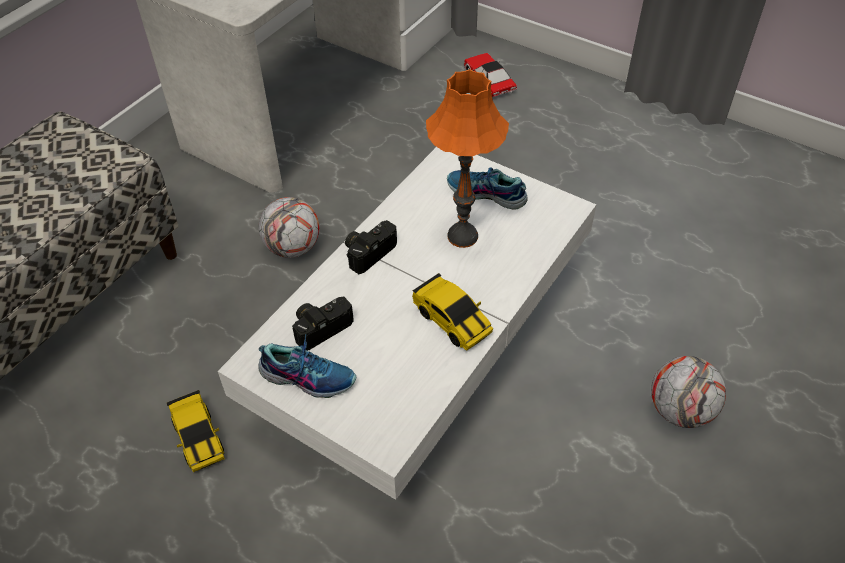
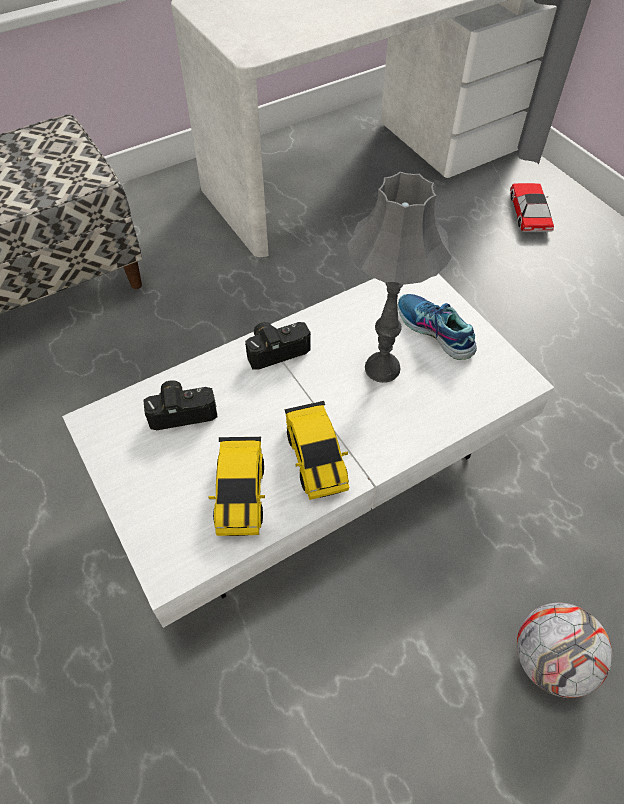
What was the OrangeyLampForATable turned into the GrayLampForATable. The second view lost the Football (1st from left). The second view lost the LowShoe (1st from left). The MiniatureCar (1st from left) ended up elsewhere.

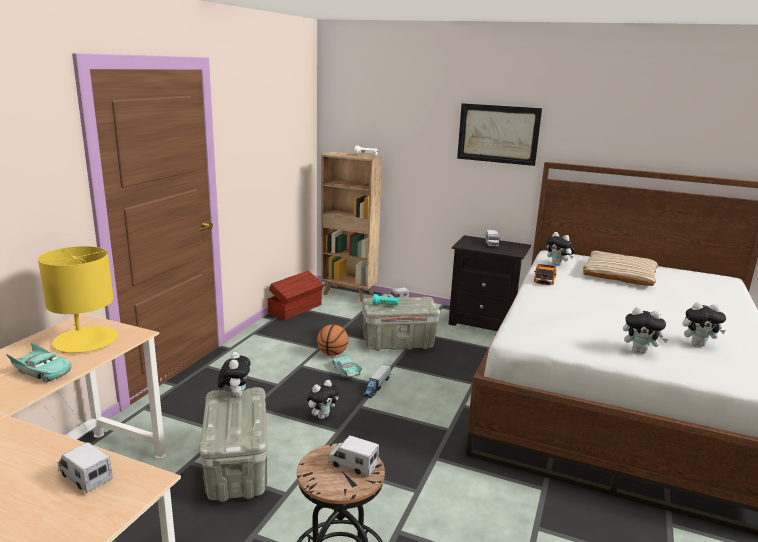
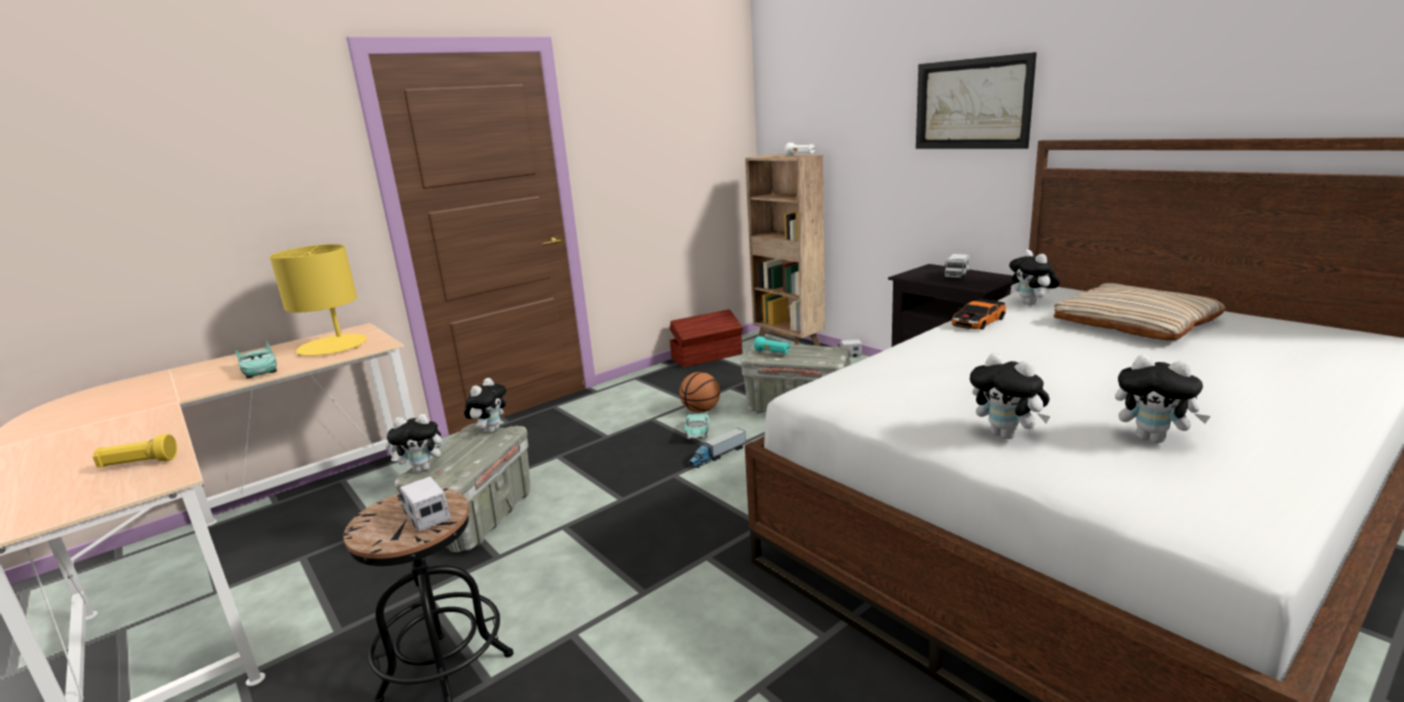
The PlushToy (2nd from left in the first image) ended up elsewhere. Where the ToyLorry (1st from left) stood, the YellowishFlashlight came to stand.

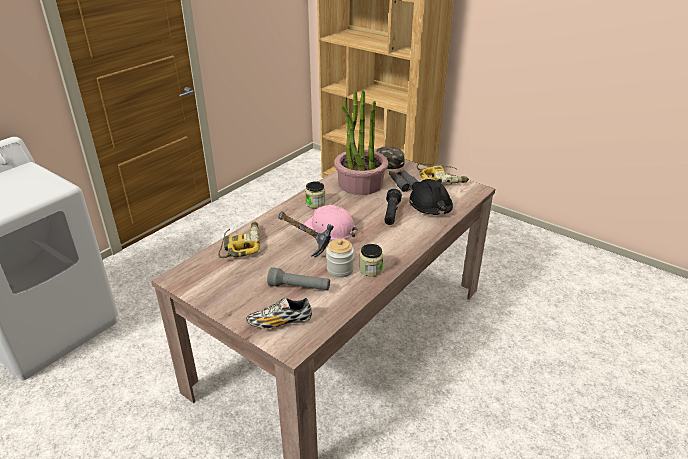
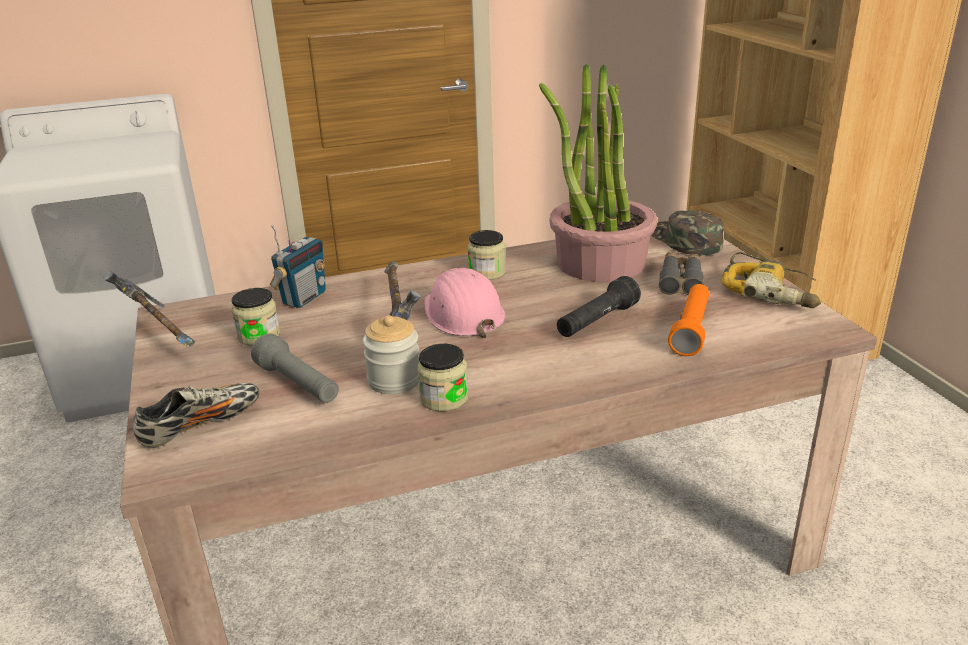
Where the BlackWorkHelmet stood, the OrangeyFlashlight came to stand. Where the ElectricDrill (1st from left) stood, the RadioSet came to stand. The LowShoe ended up facing another way, 120 degrees clockwise from before. The second view gained the HandHammer (1st from left). The second view gained the StorageJar (1st from left).

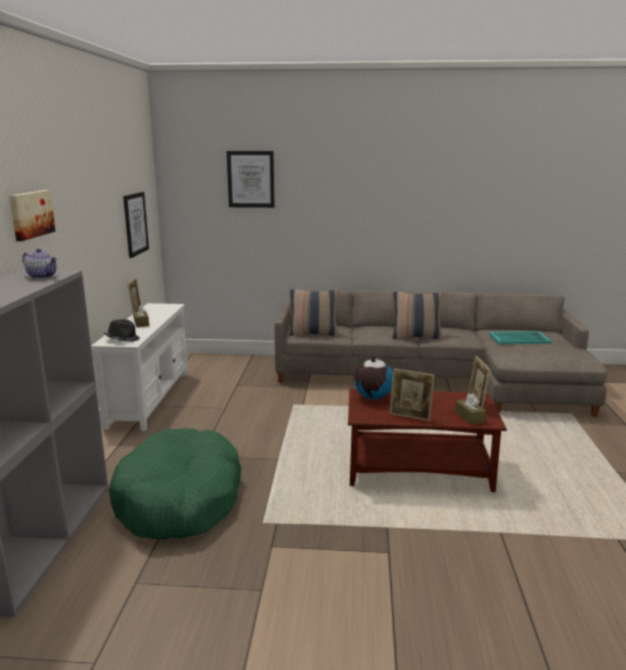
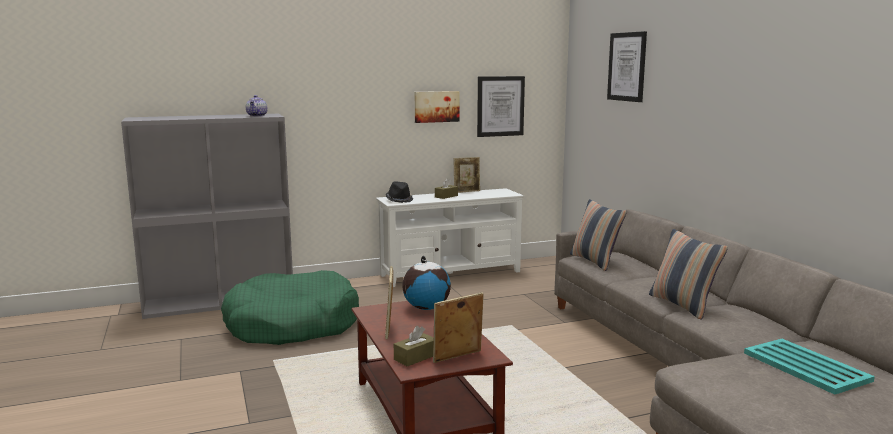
The Picture (1st from left) ended up elsewhere.

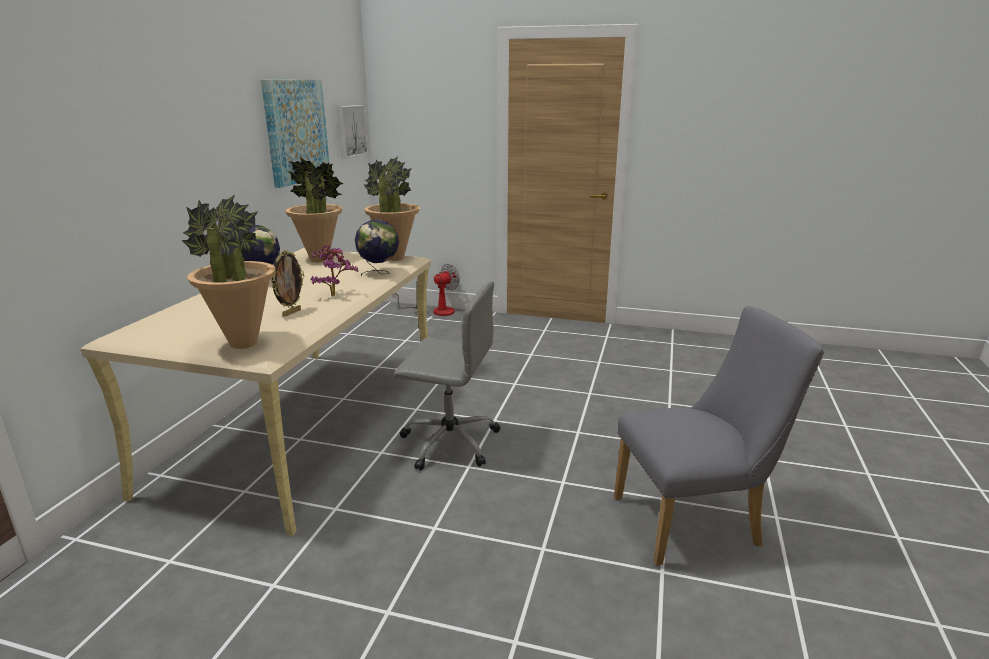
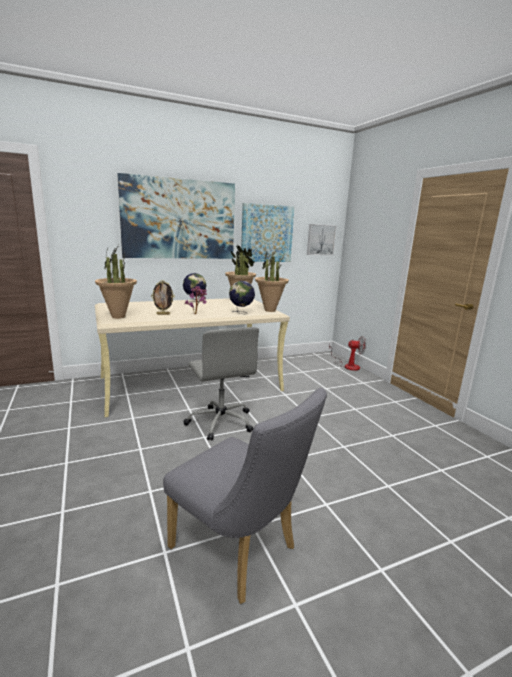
The second view gained the Picture (1st from left).

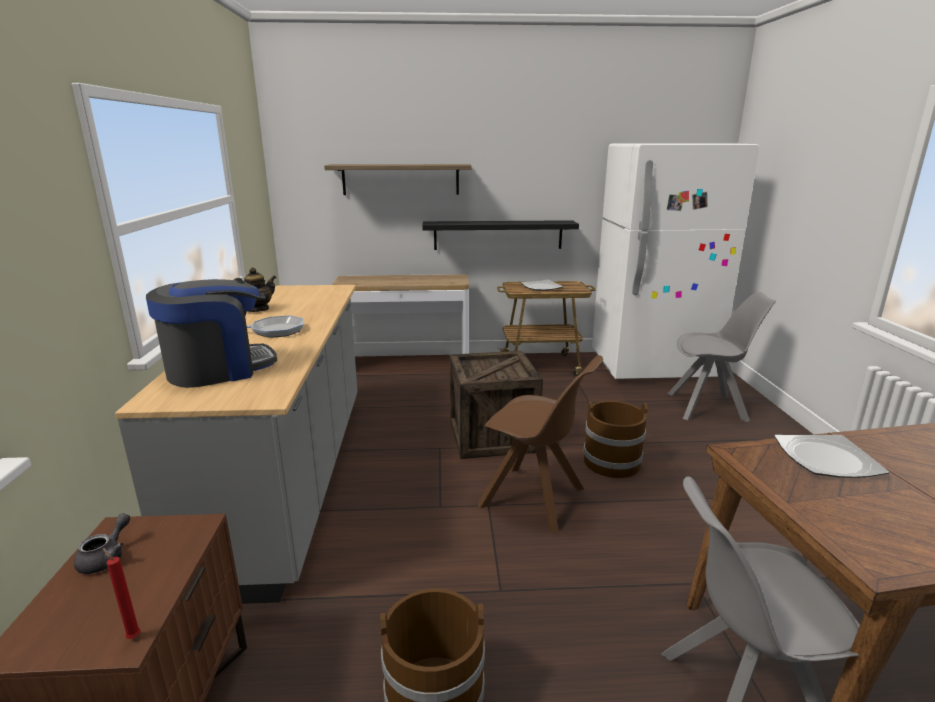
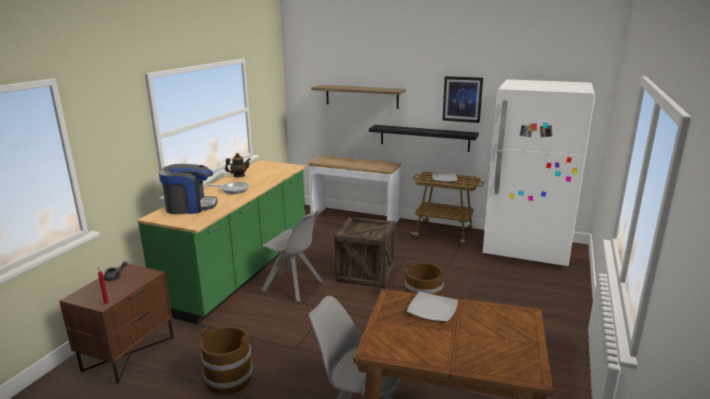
What was the GrayKitchenBaseUnit turned into the GreenishKitchenBaseUnit. The GrayChair (1st from left) ended up elsewhere. The second view lost the BrownishChair. The second view gained the Picture.

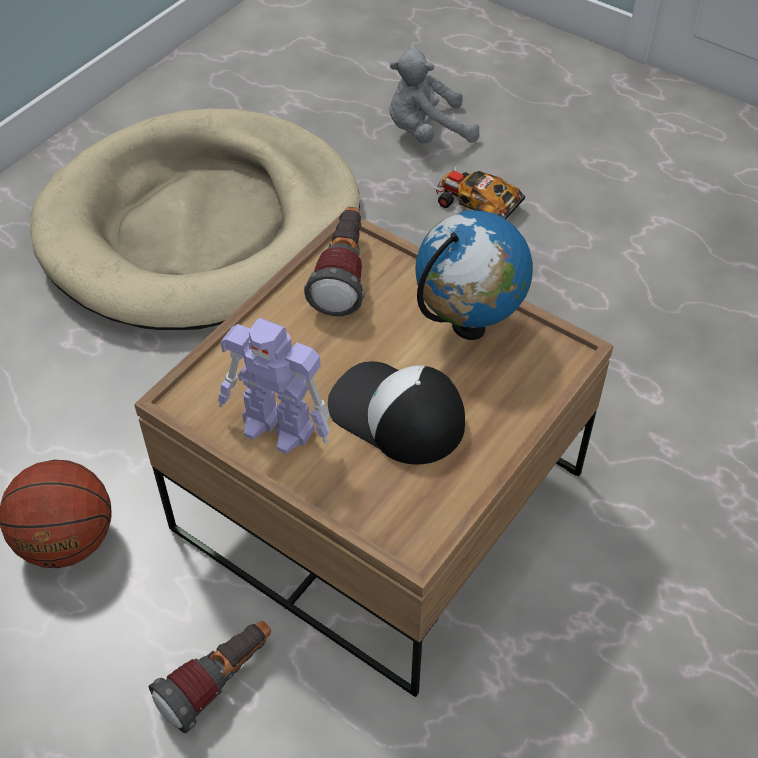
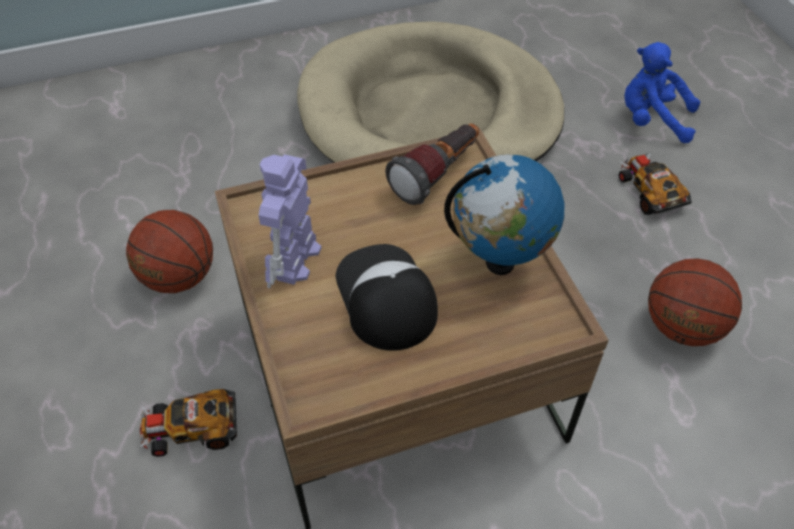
What was the GrayPlushToy turned into the BluePlushToy. The ModelRobot ended up facing another way, 45 degrees clockwise from before. Where the Flashlight (1st from left) stood, the MiniatureCar (1st from left) came to stand. The second view gained the BasketballBall (2nd from left).

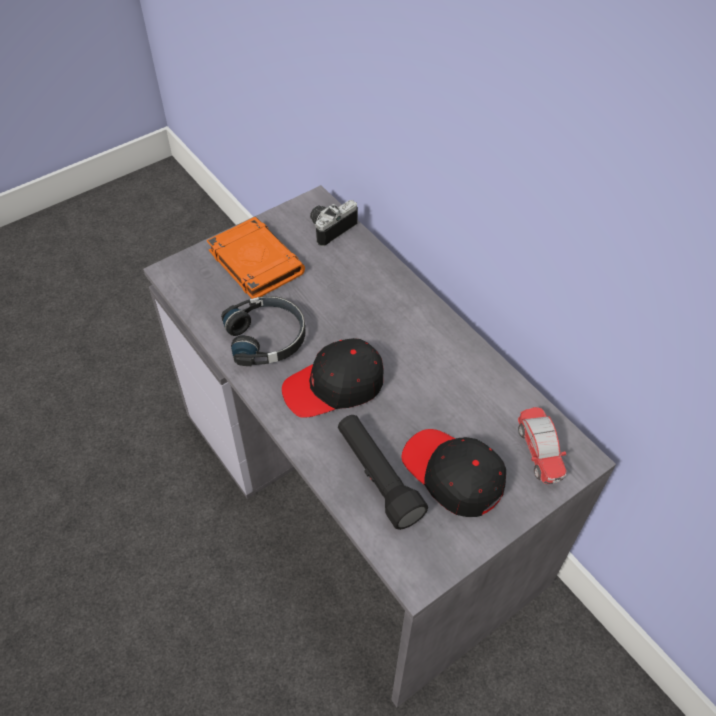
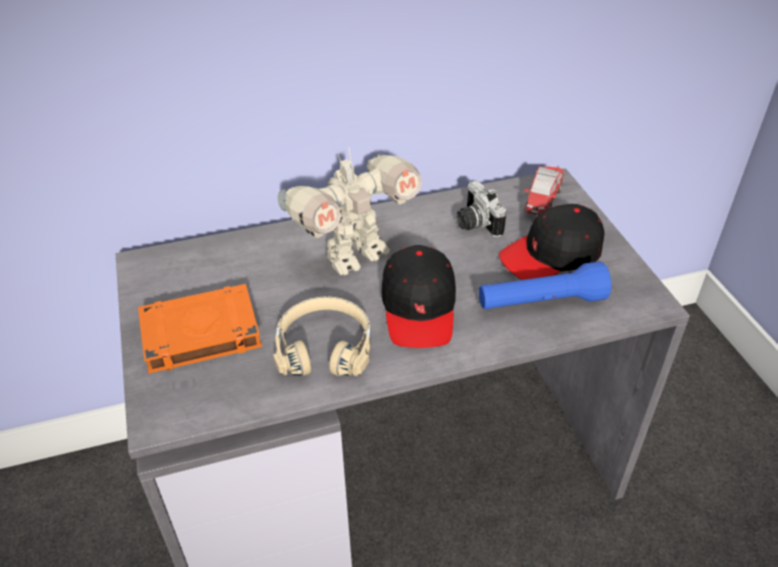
The PhotoCamera ended up elsewhere. What was the BlackHeadset turned into the BeigeColouredHeadset. The MiniatureCar ended up facing another way, 105 degrees clockwise from before. What was the BlackFlashlight turned into the BlueFlashlight. The second view gained the ModelRobot.

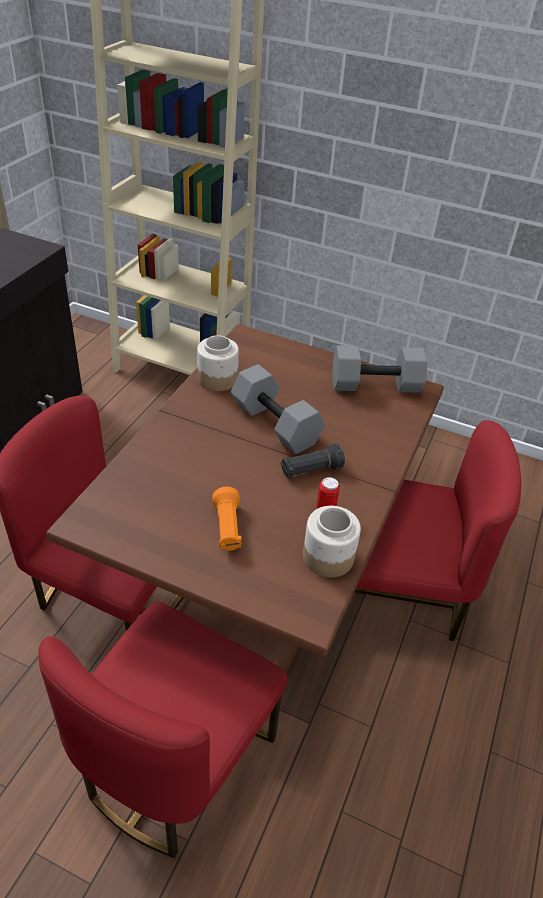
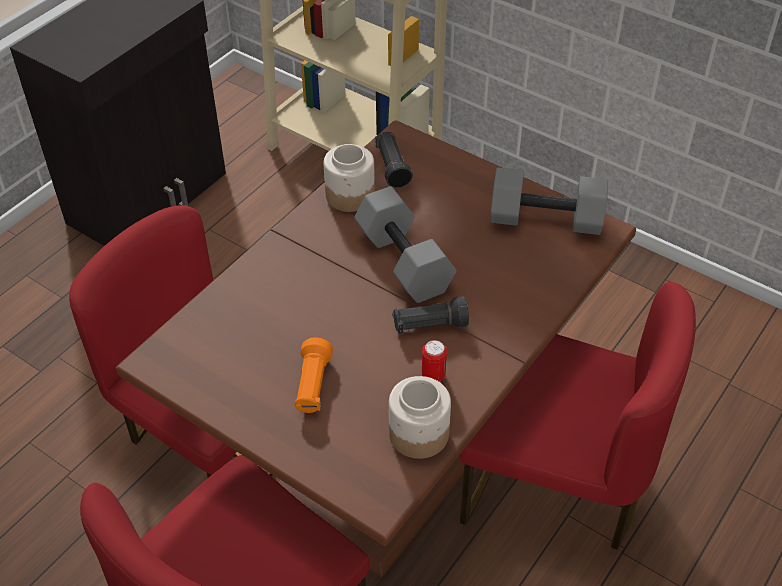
The second view gained the BlackFlashlight (1st from left).

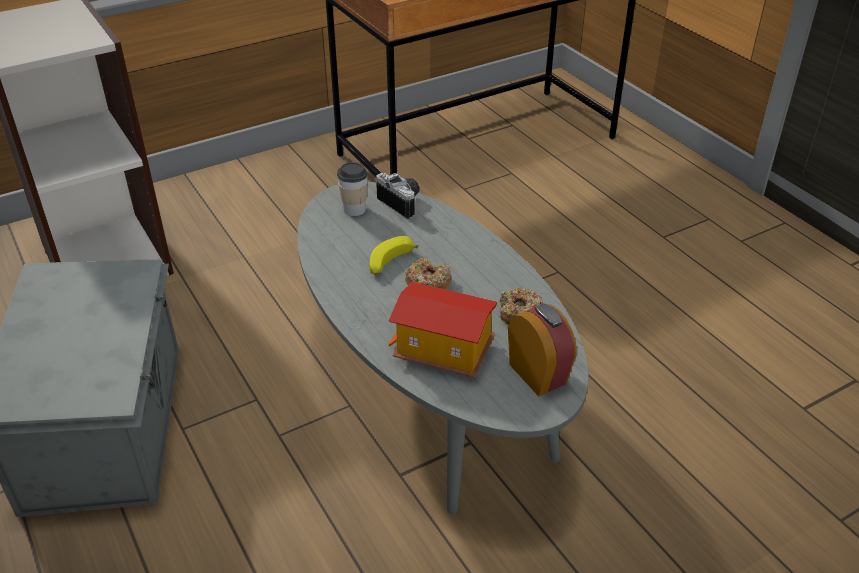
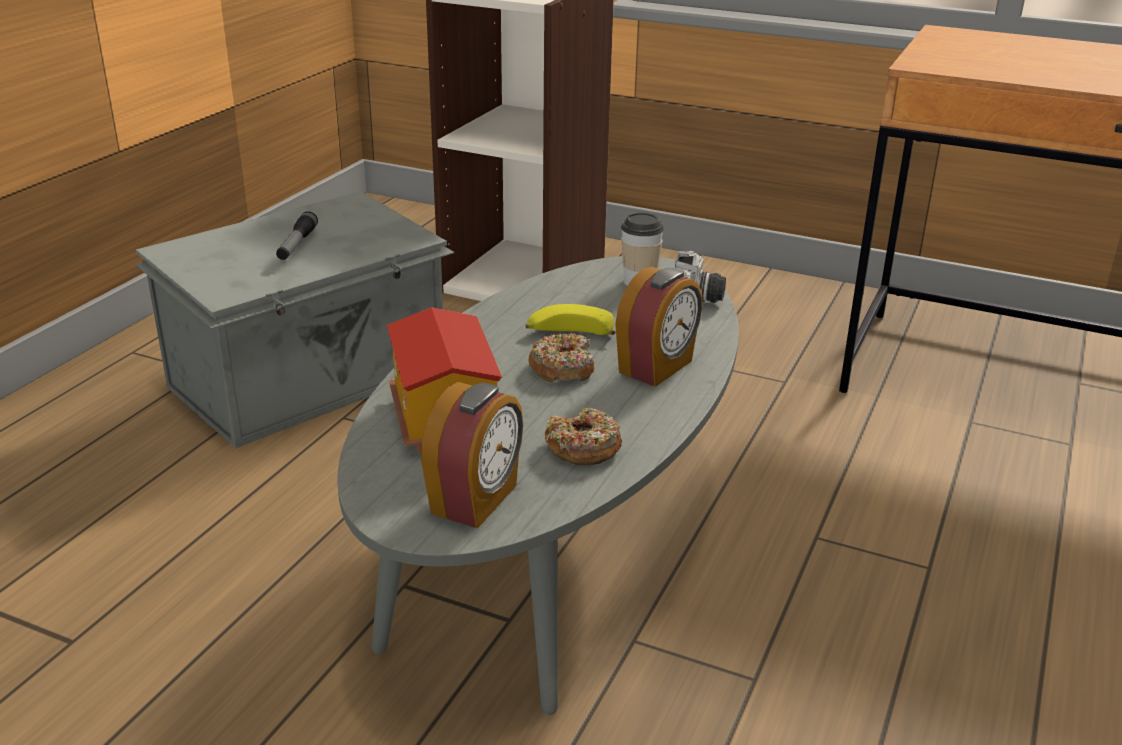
The second view gained the Flashlight. The second view gained the AlarmClock (2nd from left).

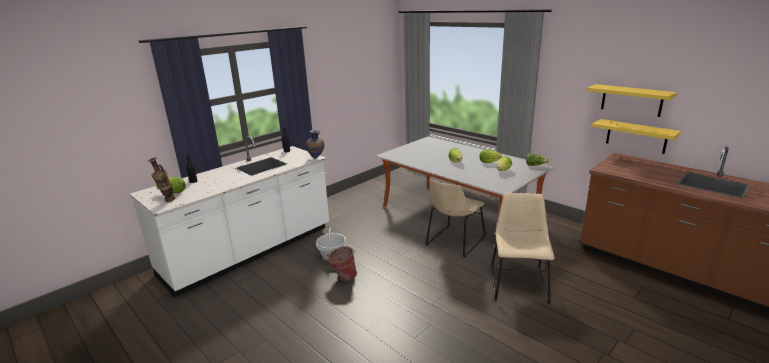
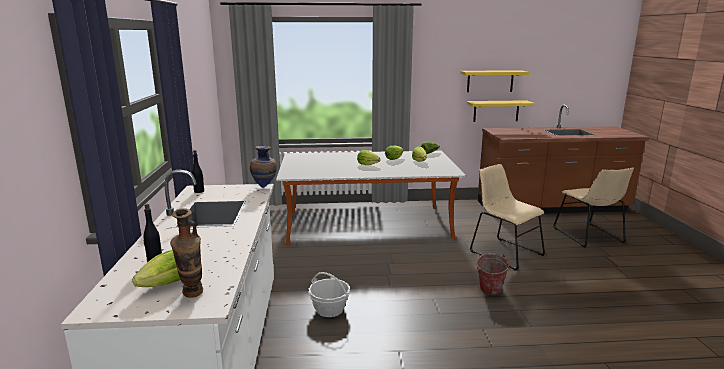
The BeigeColouredChair (1st from left in the first image) ended up elsewhere. The Bucket ended up elsewhere.

